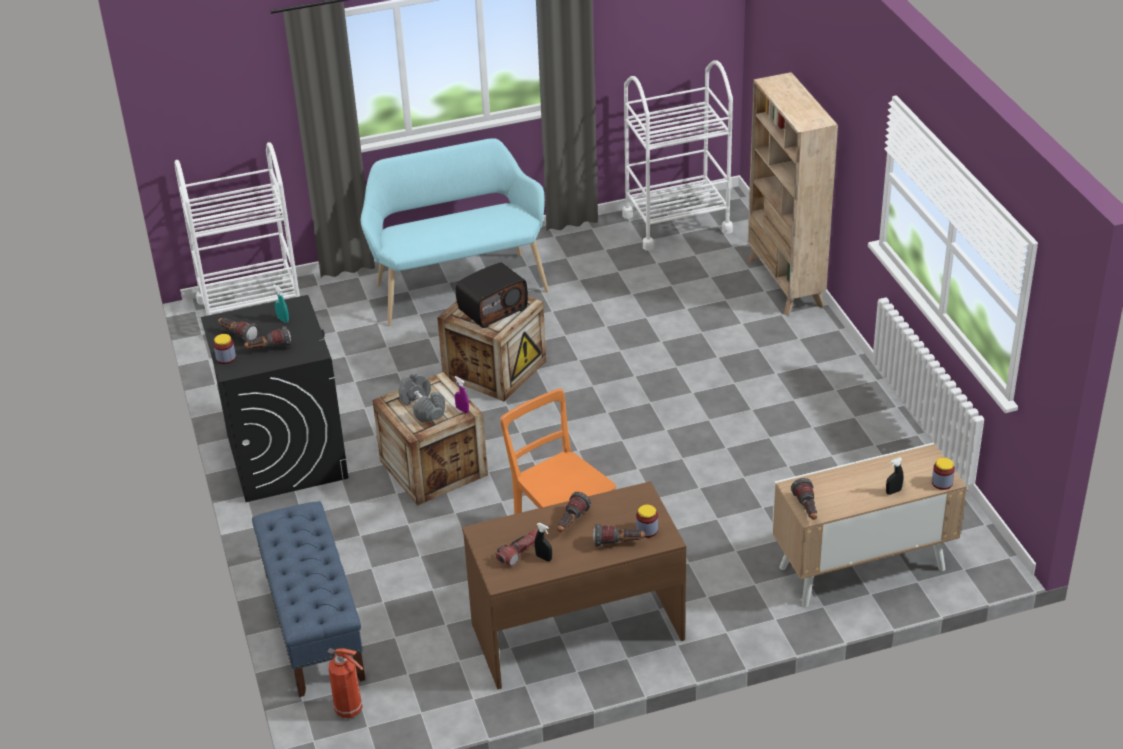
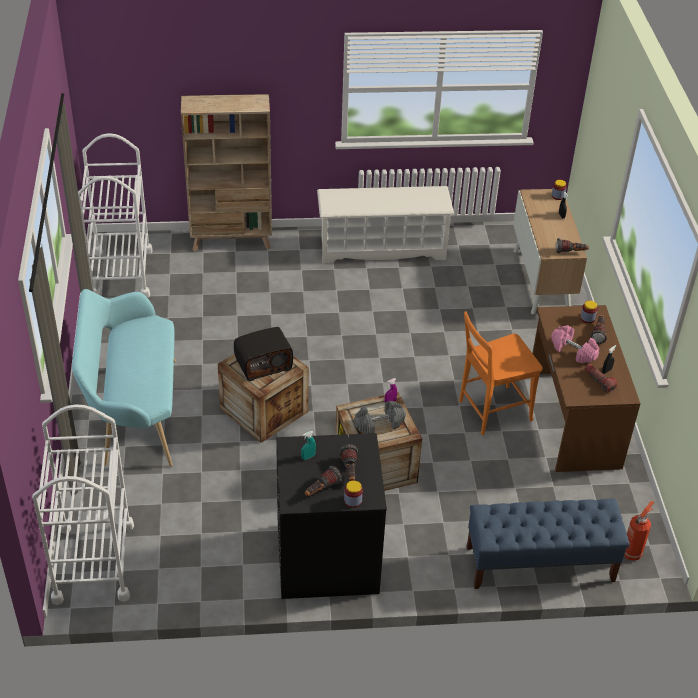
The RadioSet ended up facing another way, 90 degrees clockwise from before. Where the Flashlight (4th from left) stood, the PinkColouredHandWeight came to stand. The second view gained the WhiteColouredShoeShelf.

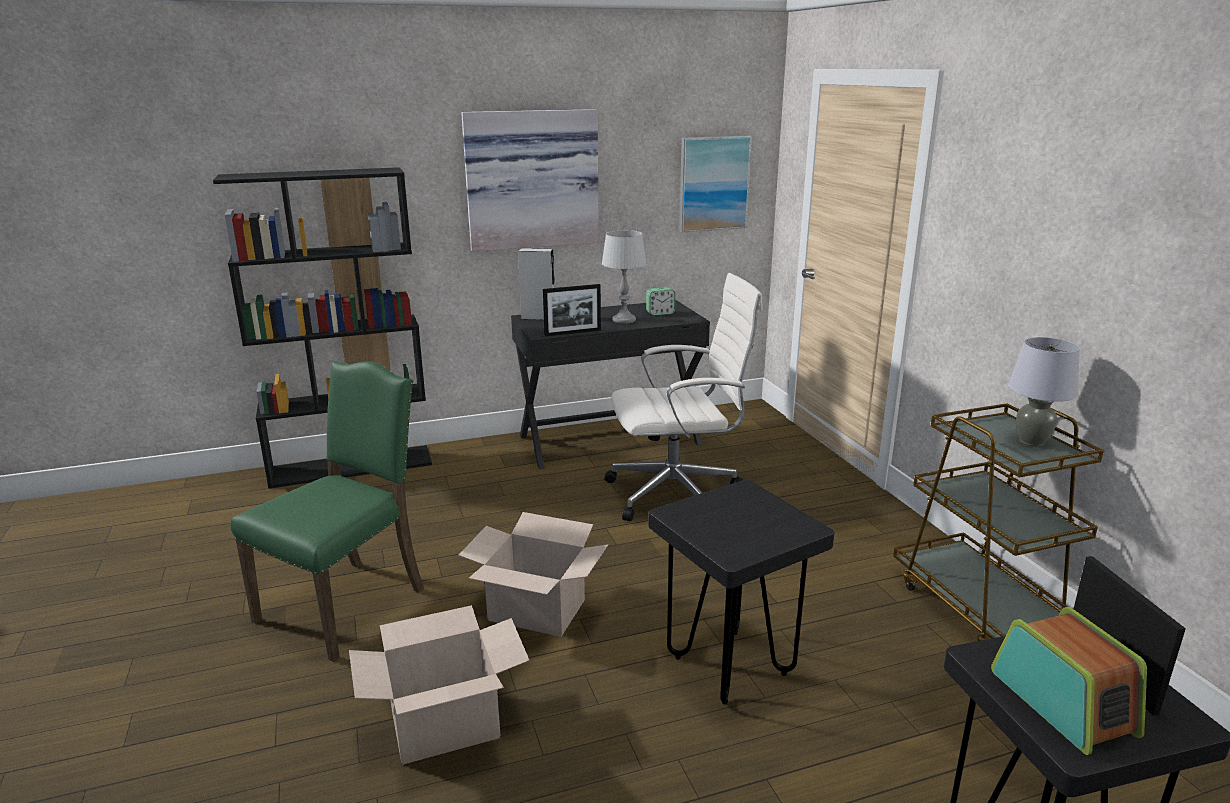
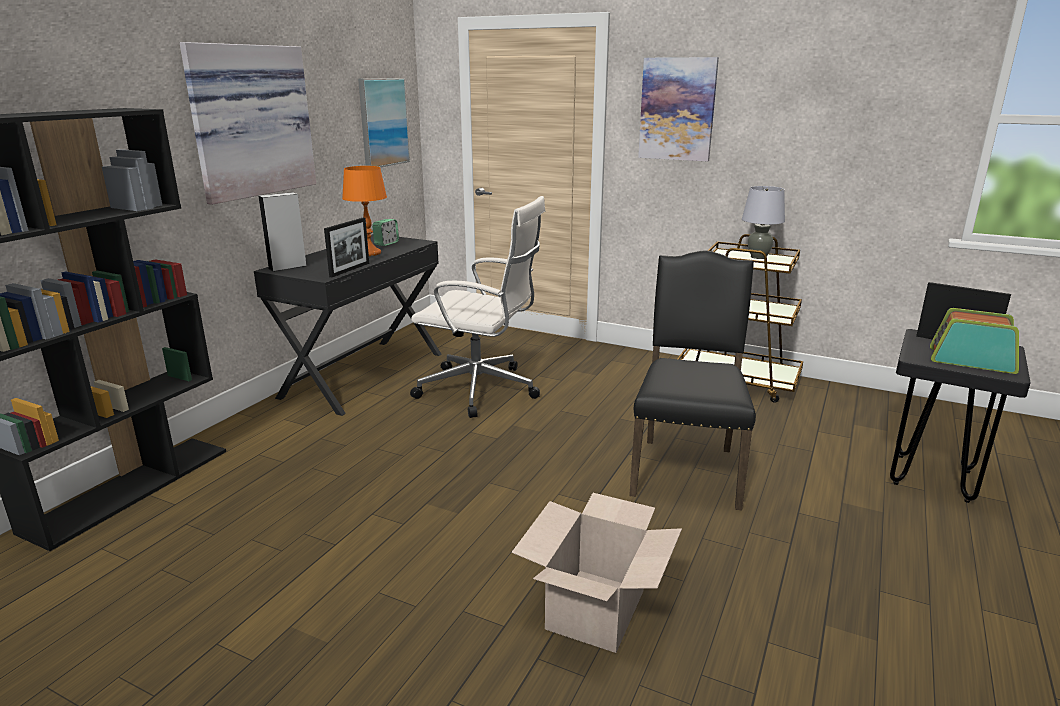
What was the GrayLampForATable (1st from left) turned into the OrangeyLampForATable. The WhiteColouredDeskChair ended up facing another way, 75 degrees clockwise from before. The second view lost the GreenishChair. Where the BlackSittingStool (1st from left) stood, the BlackChair came to stand. The second view lost the PackingBox (2nd from left). The second view gained the Picture (3rd from left).

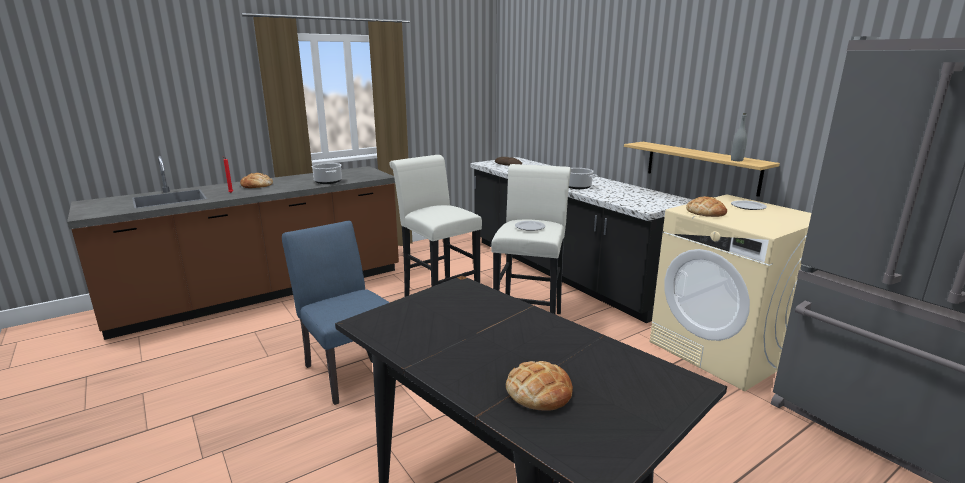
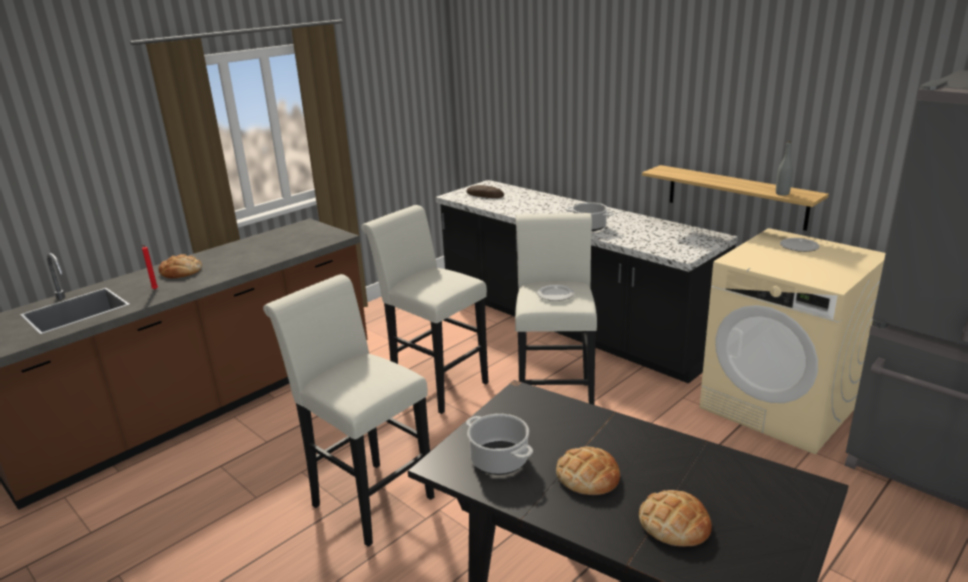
The CookingPot (1st from left) ended up elsewhere. The Bread (4th from left in the first image) ended up elsewhere. Where the BlueChair stood, the WhiteColouredSittingStool (1st from left) came to stand.

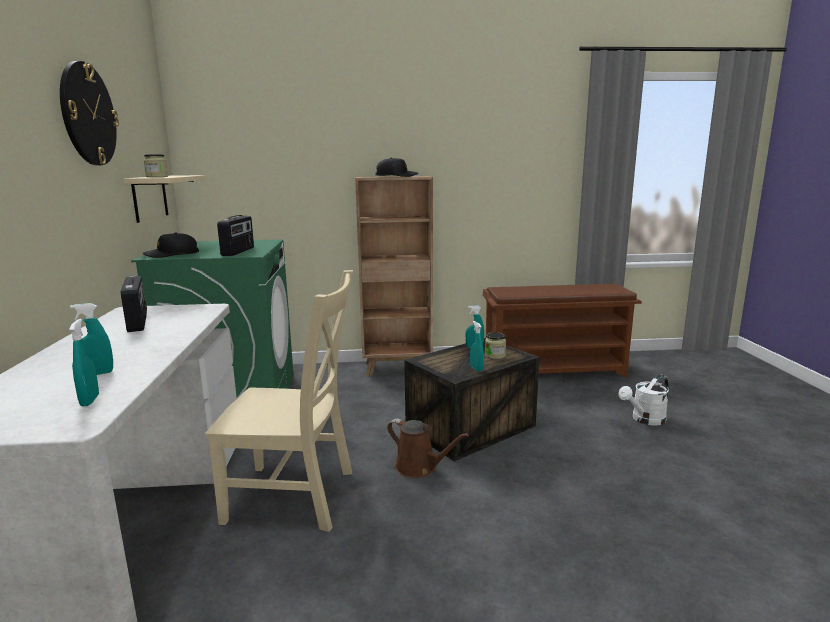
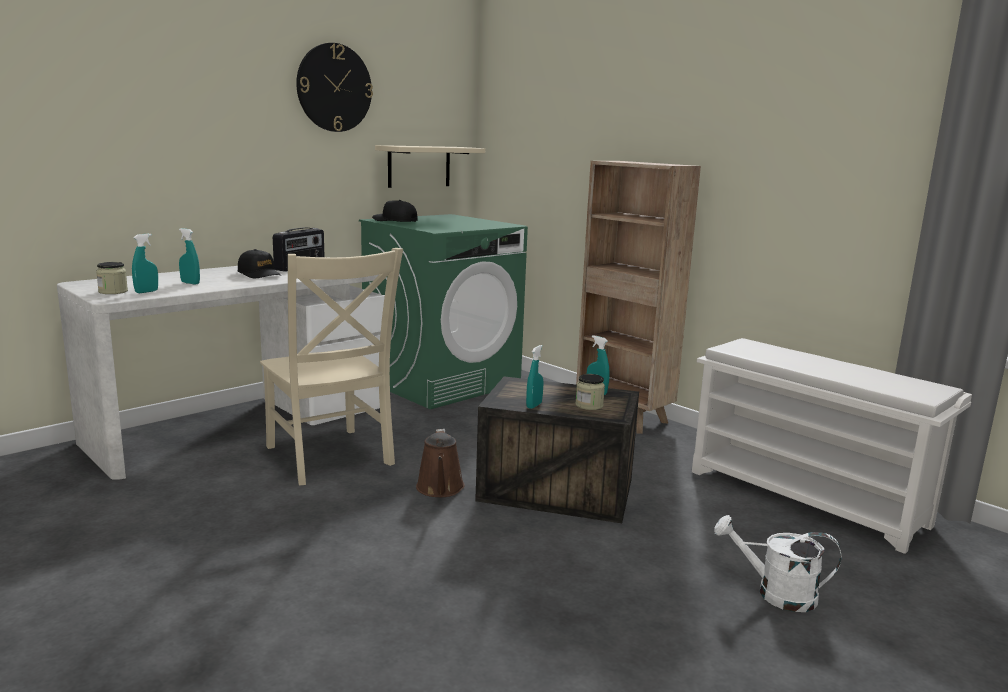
The StorageJar (1st from left) ended up elsewhere. The BlackPeakedCap (2nd from left in the first image) ended up elsewhere. The second view lost the RadioSet (2nd from left). What was the BrownishShoeShelf turned into the WhiteColouredShoeShelf.

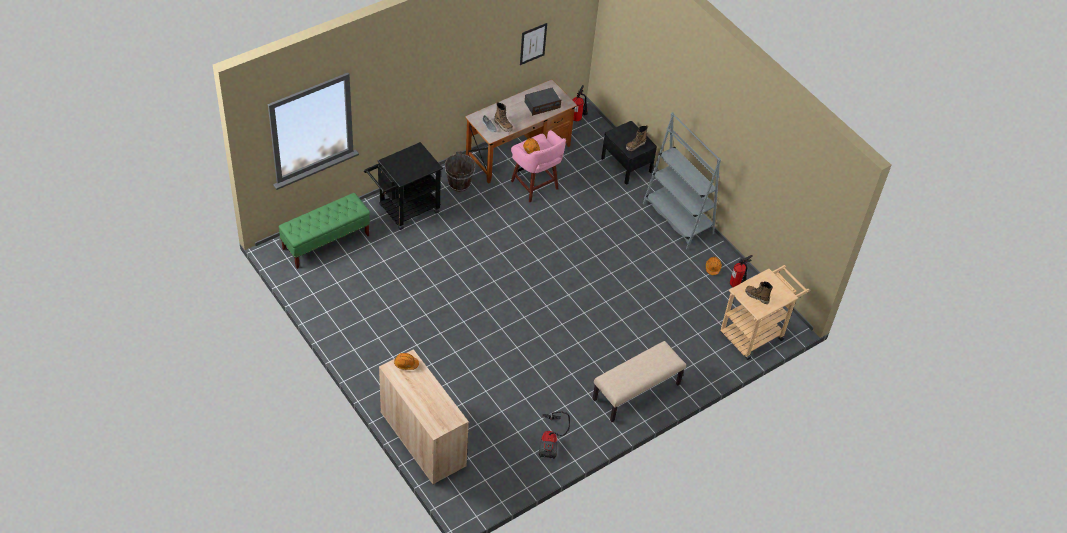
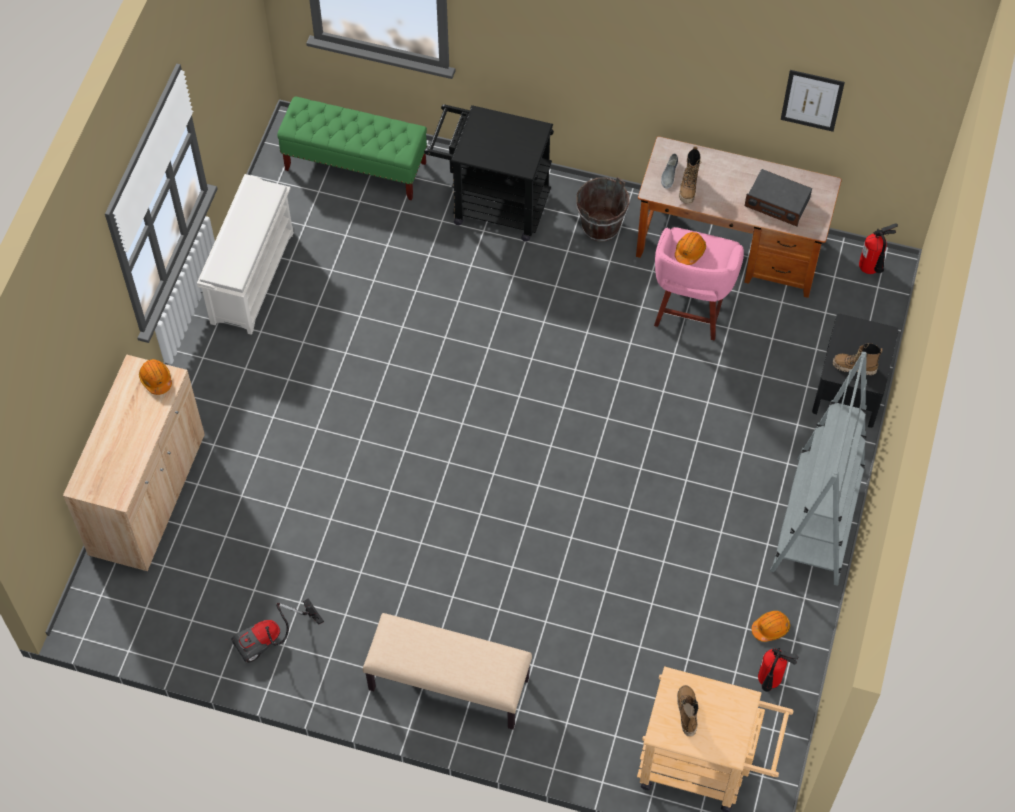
The second view gained the WhiteColouredShoeShelf.

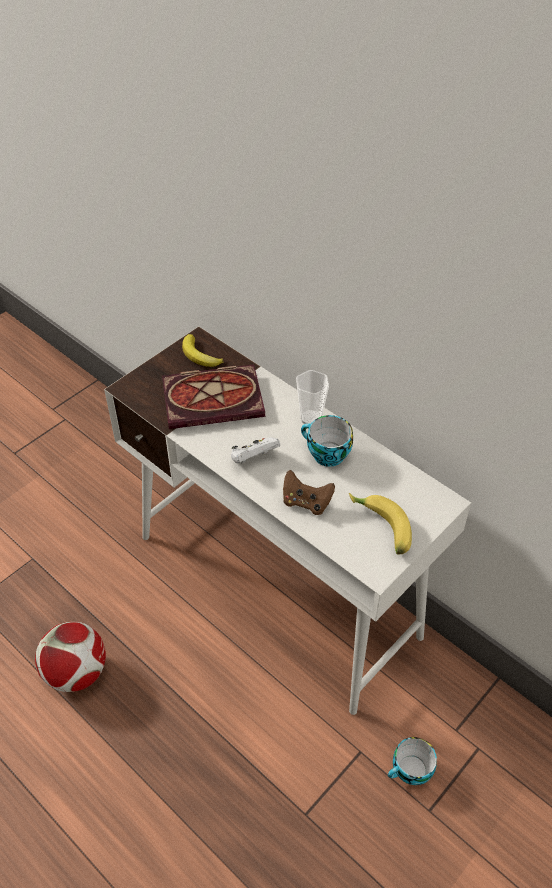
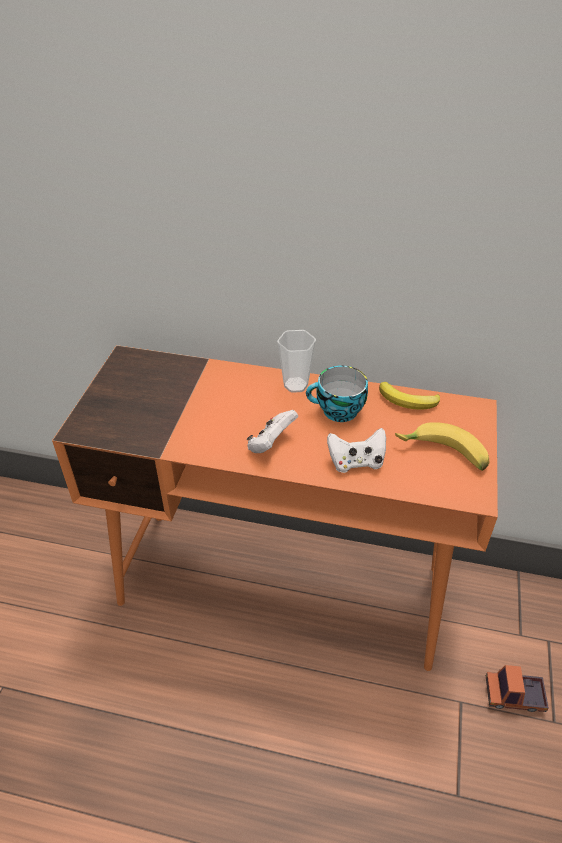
What was the WhiteColouredDesk turned into the OrangeyDesk. The WholeBanana (1st from left) ended up elsewhere. The second view lost the Volume. What was the BrownishGamepad turned into the WhiteColouredGamepad (2nd from left). The second view lost the Football. Where the Cup (3rd from left) stood, the ToyLorry came to stand.

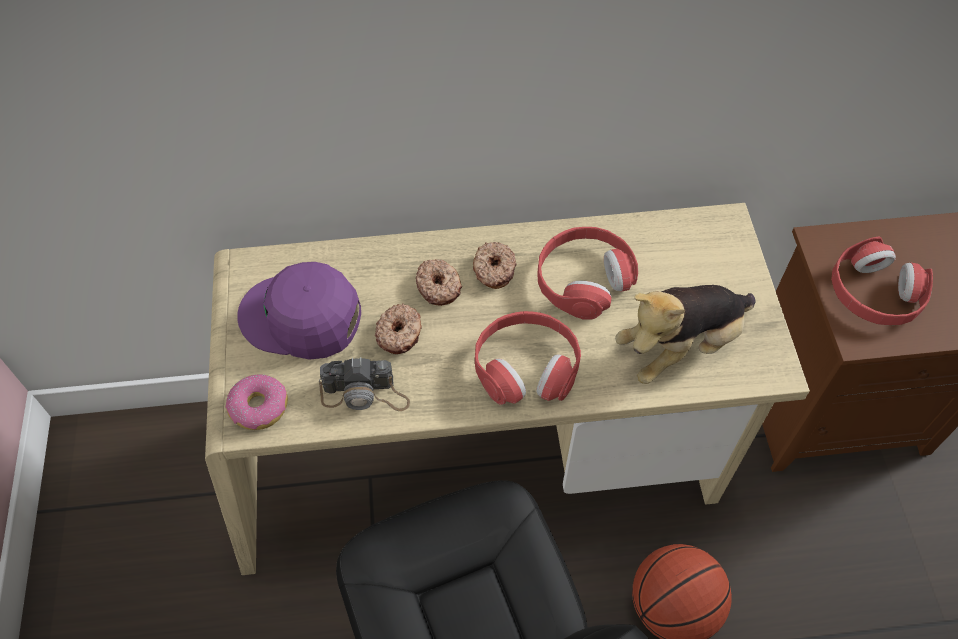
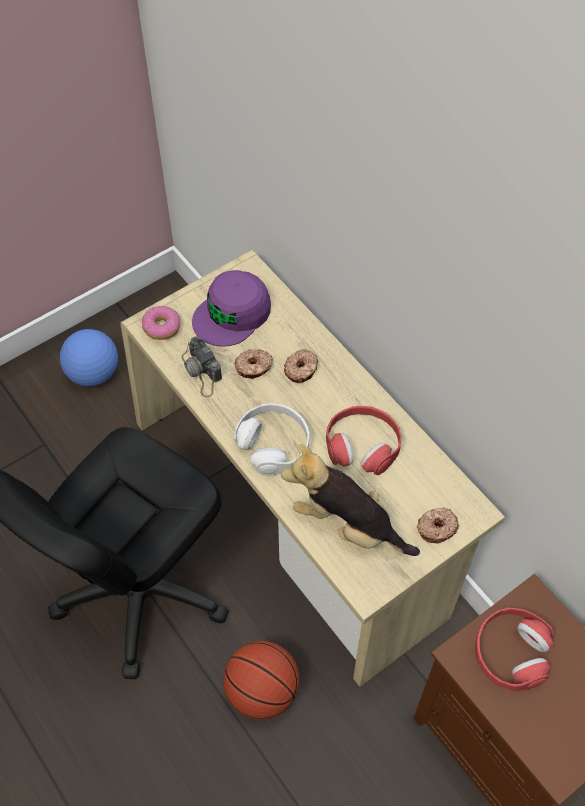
The Doughnut (4th from left) ended up elsewhere. The PurplePeakedCap ended up facing another way, 120 degrees counterclockwise from before. What was the RedHeadset (1st from left) turned into the WhiteColouredHeadset. The second view gained the Football.

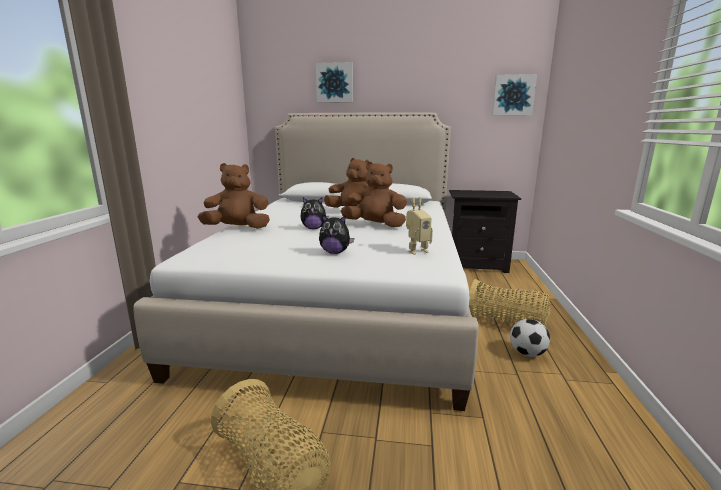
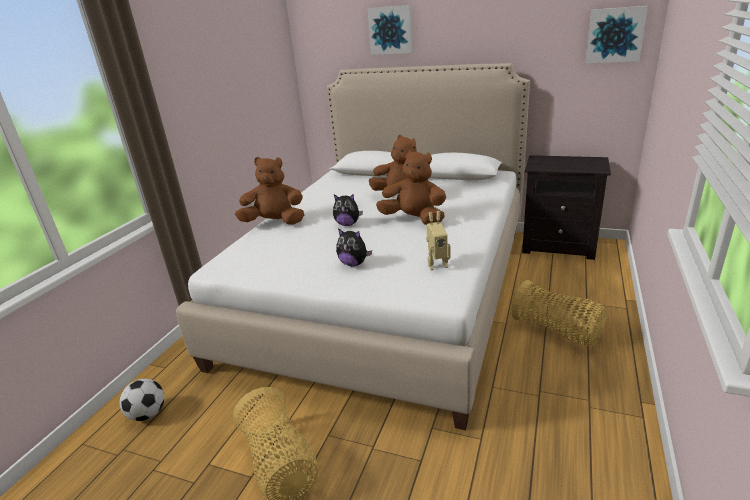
The Football ended up elsewhere.

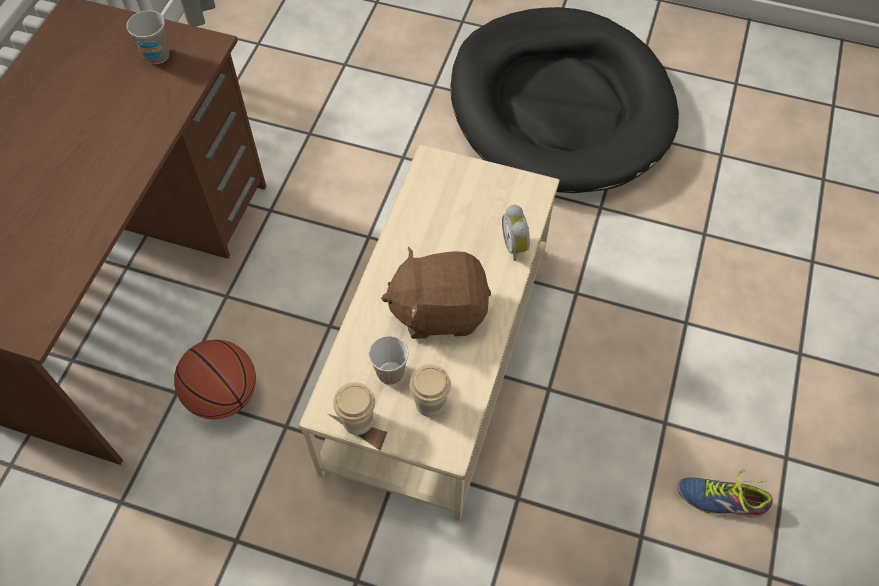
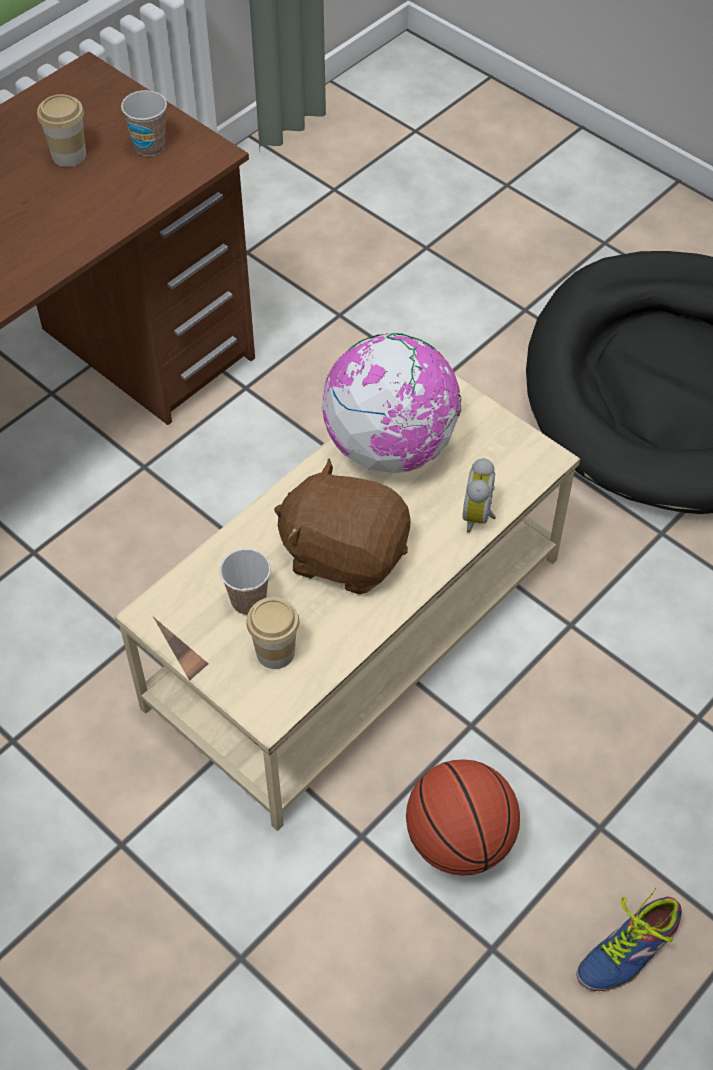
The BasketballBall ended up elsewhere. The Cup (2nd from left in the first image) ended up elsewhere. The LowShoe ended up facing another way, 75 degrees counterclockwise from before. The second view gained the WorldGlobe.

